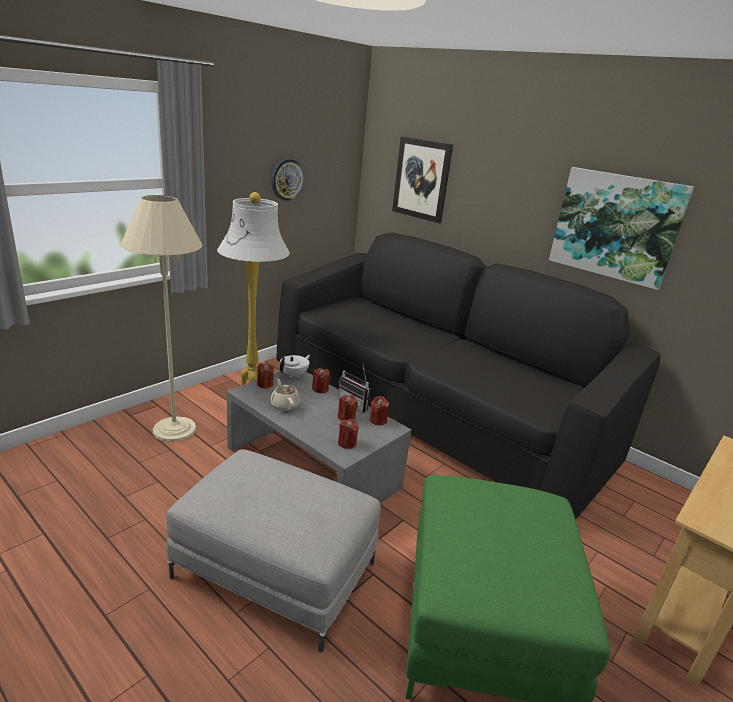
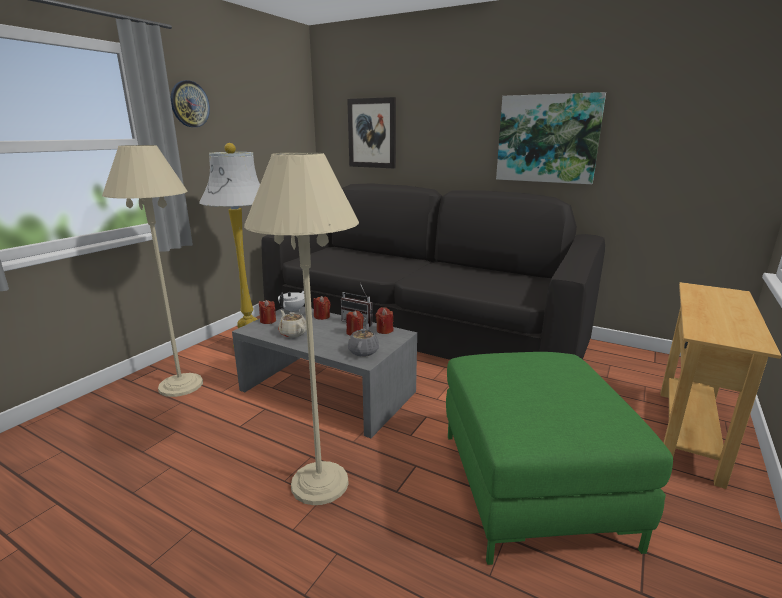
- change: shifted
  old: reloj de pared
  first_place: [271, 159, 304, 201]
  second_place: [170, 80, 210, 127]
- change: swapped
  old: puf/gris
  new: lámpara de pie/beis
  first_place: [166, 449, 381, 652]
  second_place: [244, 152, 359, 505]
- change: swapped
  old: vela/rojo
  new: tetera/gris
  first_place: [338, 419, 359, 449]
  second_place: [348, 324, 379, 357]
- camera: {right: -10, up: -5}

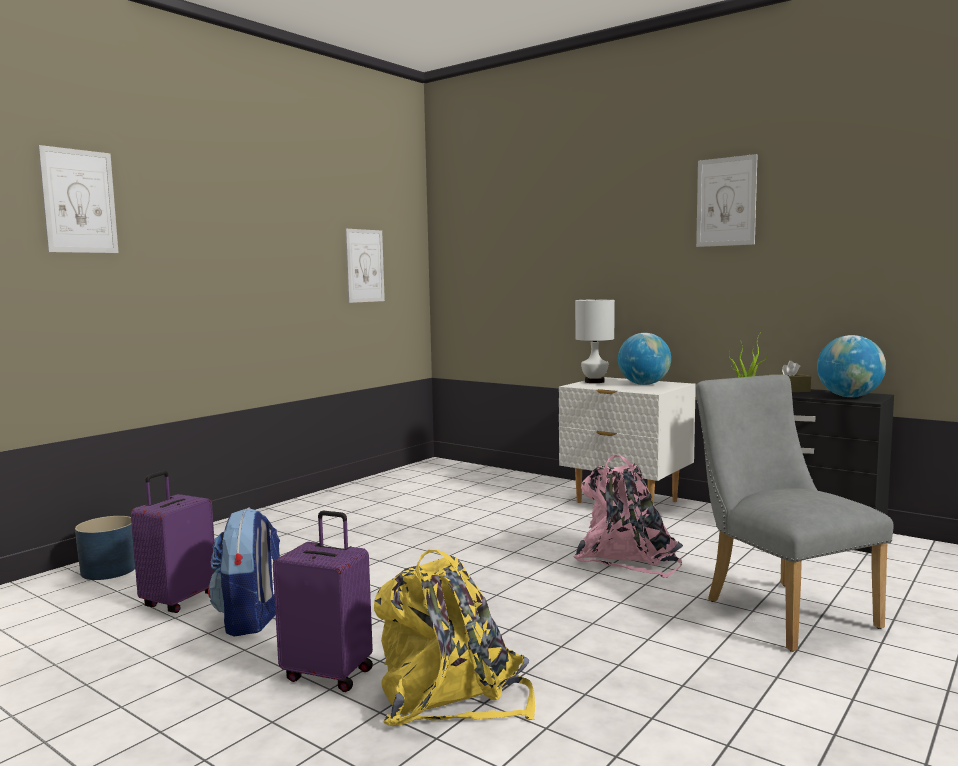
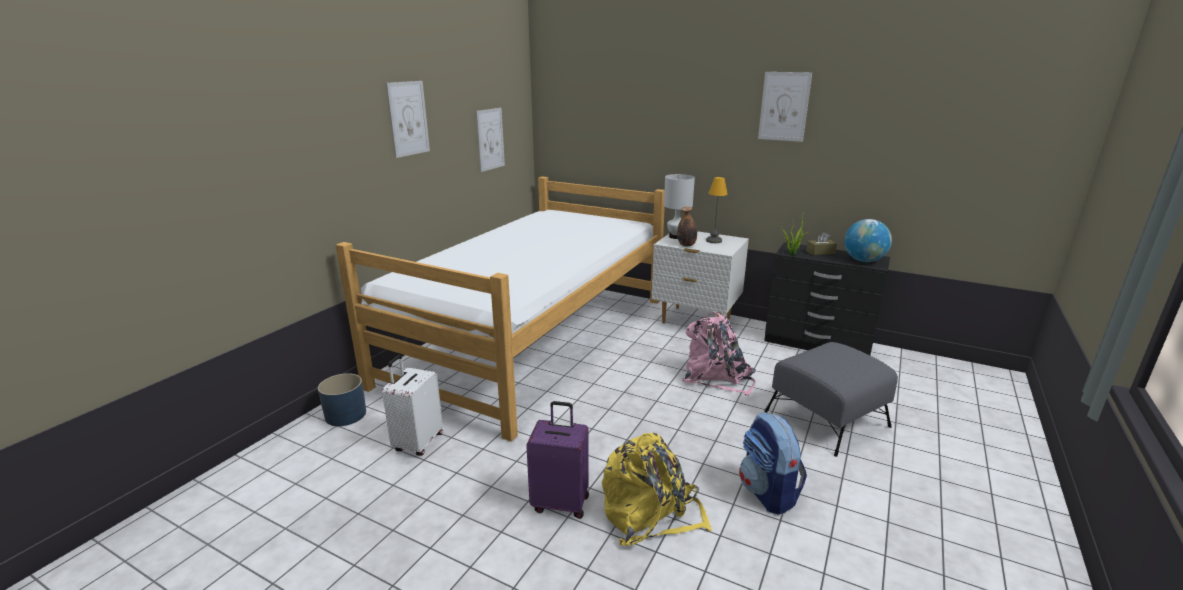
- change: new
  new: cama
  second_place: [336, 176, 665, 442]
- change: repainted
  old: maleta/morado
  new: maleta/blanco
  first_place: [131, 471, 215, 613]
  second_place: [382, 355, 443, 456]
- change: shifted
  old: cuadro
  first_place: [38, 145, 119, 253]
  second_place: [386, 81, 430, 158]
- change: new
  new: botella
  second_place: [677, 207, 697, 247]
- change: swapped
  old: globo terráqueo
  new: lámpara de mesa
  first_place: [618, 333, 671, 385]
  second_place: [706, 177, 728, 243]
- change: shifted
  old: mochila
  first_place: [208, 507, 280, 637]
  second_place: [739, 412, 807, 515]
- change: swapped
  old: silla/gris
  new: puf/gris
  first_place: [696, 375, 894, 652]
  second_place: [764, 342, 898, 457]
- camera: {right: -10, up: 15}

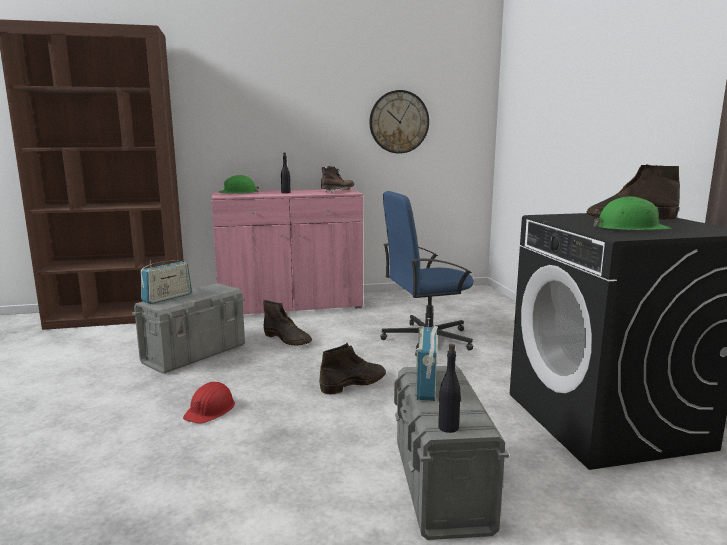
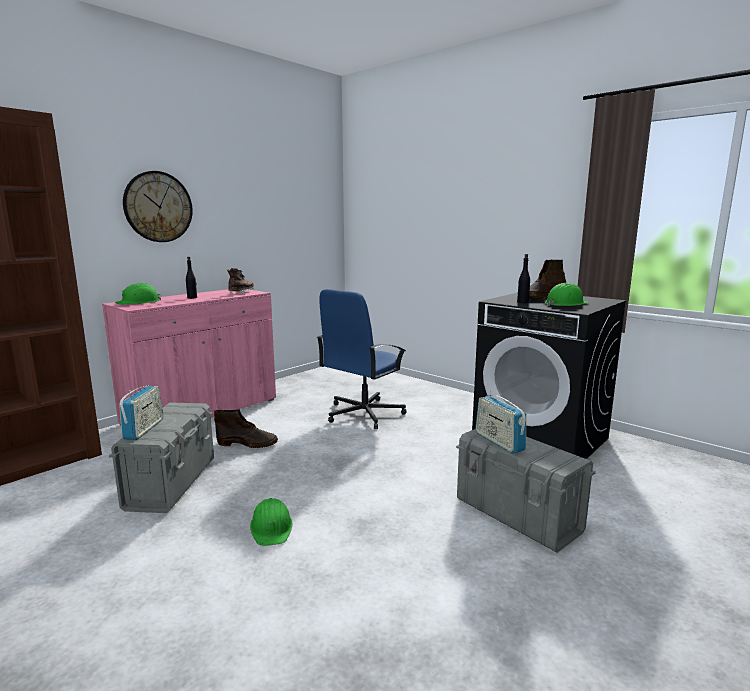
- change: shifted
  old: reloj de pared
  first_place: [369, 90, 429, 154]
  second_place: [123, 171, 193, 242]
- change: repainted
  old: casco/rojo
  new: casco/verde
  first_place: [183, 382, 235, 424]
  second_place: [250, 498, 292, 546]
- change: shifted
  old: botella/negro
  first_place: [438, 344, 461, 433]
  second_place: [517, 254, 530, 303]
- change: gone
  old: bota/marrón
  first_place: [319, 343, 386, 394]
- camera: {right: -35, up: 0}

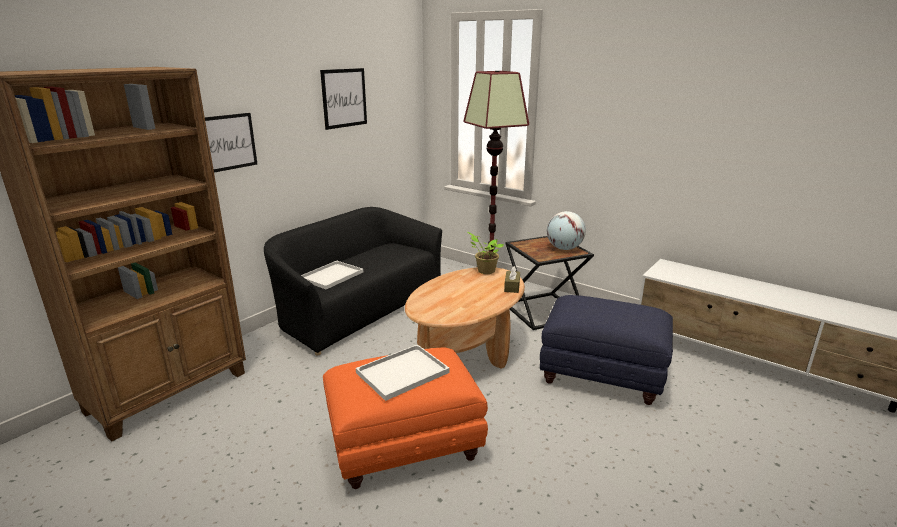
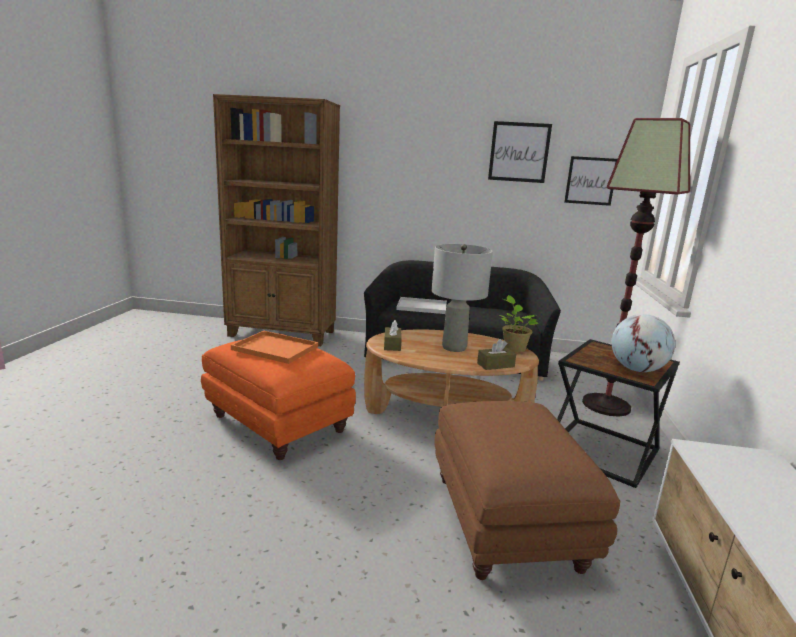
- change: repainted
  old: bandeja/blanco
  new: bandeja/naranja
  first_place: [356, 344, 450, 401]
  second_place: [231, 331, 318, 364]
- change: new
  new: caja de pañuelos/marrón
  second_place: [384, 320, 402, 351]
- change: new
  new: lámpara de mesa/gris
  second_place: [432, 244, 493, 352]
- change: repainted
  old: puf/azul
  new: puf/marrón
  first_place: [540, 295, 673, 405]
  second_place: [434, 401, 620, 580]
- change: shifted
  old: cuadro
  first_place: [205, 113, 257, 173]
  second_place: [564, 156, 617, 206]
- camera: {right: 60, up: -5}

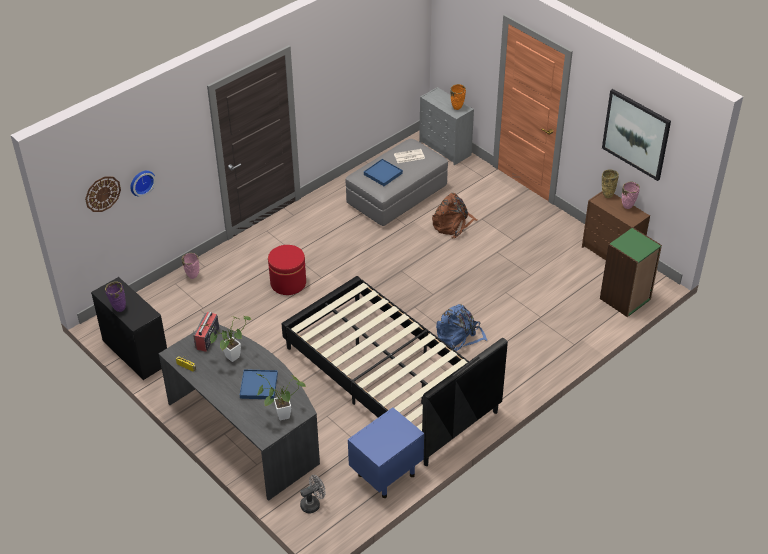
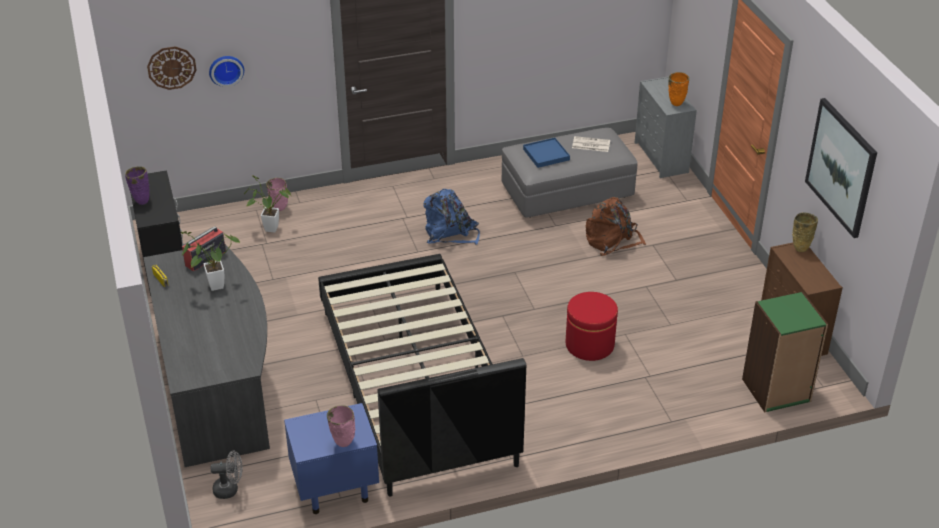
- change: shifted
  old: planta en maceta
  first_place: [257, 374, 306, 420]
  second_place: [244, 176, 291, 233]
- change: shifted
  old: florero/rosa
  first_place: [622, 182, 640, 209]
  second_place: [327, 405, 355, 447]
- change: shifted
  old: mochila/azul
  first_place: [436, 304, 488, 351]
  second_place: [423, 189, 480, 245]
- change: shifted
  old: puf/rojo
  first_place: [268, 245, 306, 295]
  second_place: [566, 292, 618, 361]
- change: gone
  old: bandeja/azul
  first_place: [240, 369, 278, 399]
- camera: {right: 25, up: -5}

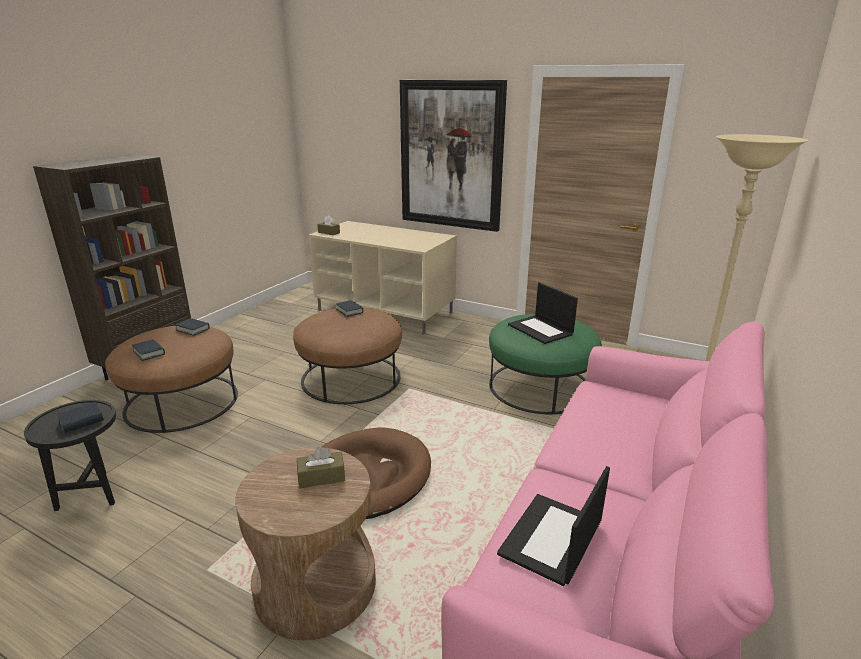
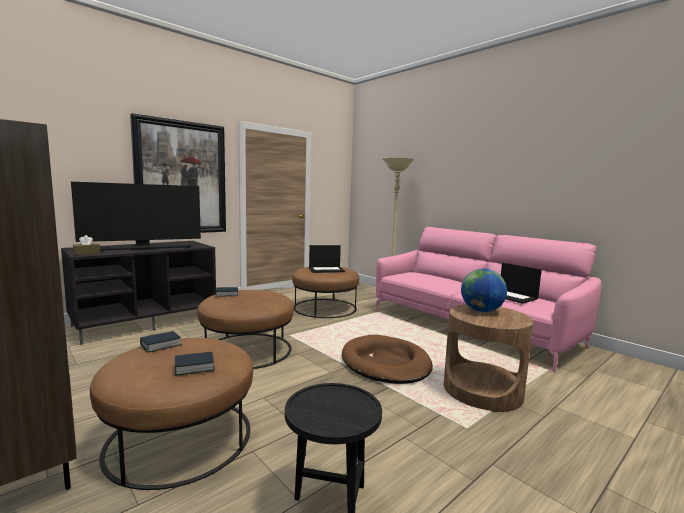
- change: repainted
  old: mueble de televisión/beis
  new: mueble de televisión/negro
  first_place: [309, 221, 457, 335]
  second_place: [61, 241, 216, 345]
- change: new
  new: televisor
  second_place: [71, 182, 201, 251]
- change: repainted
  old: puf/verde
  new: puf/marrón
  first_place: [489, 314, 602, 414]
  second_place: [292, 267, 359, 318]
- change: swapped
  old: caja de pañuelos/marrón
  new: globo terráqueo
  first_place: [297, 447, 345, 488]
  second_place: [461, 269, 507, 312]
- change: gone
  old: libro
  first_place: [57, 402, 104, 433]
- camera: {right: -70, up: -15}

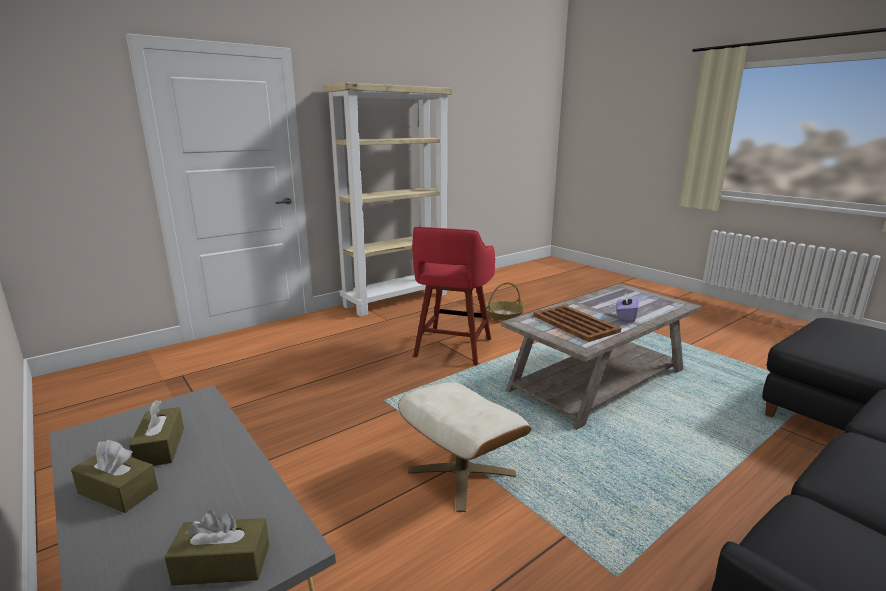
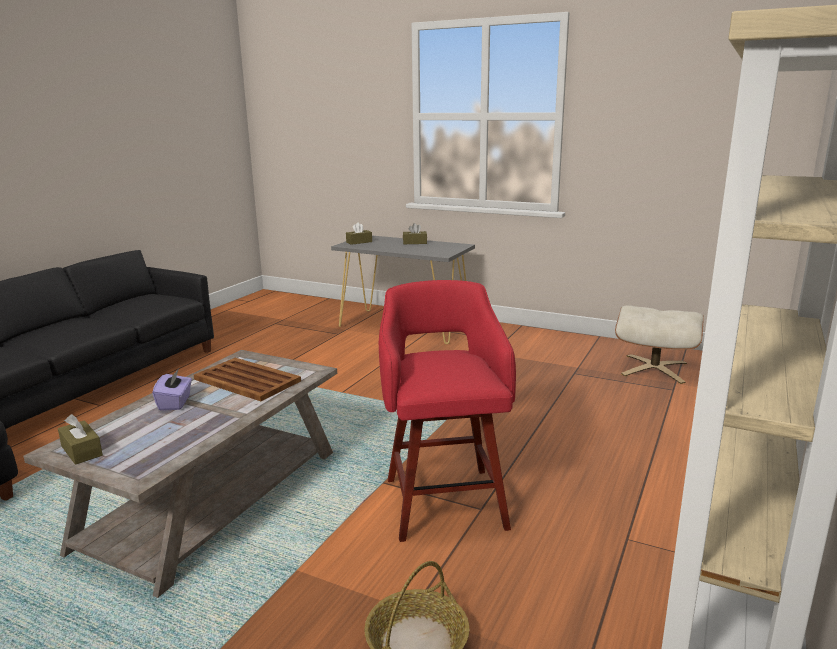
- change: shifted
  old: caja de pañuelos/marrón
  first_place: [129, 400, 184, 466]
  second_place: [58, 414, 103, 465]
- change: shifted
  old: puf/beis
  first_place: [399, 382, 531, 512]
  second_place: [615, 305, 704, 384]
- camera: {right: 155, up: 0}

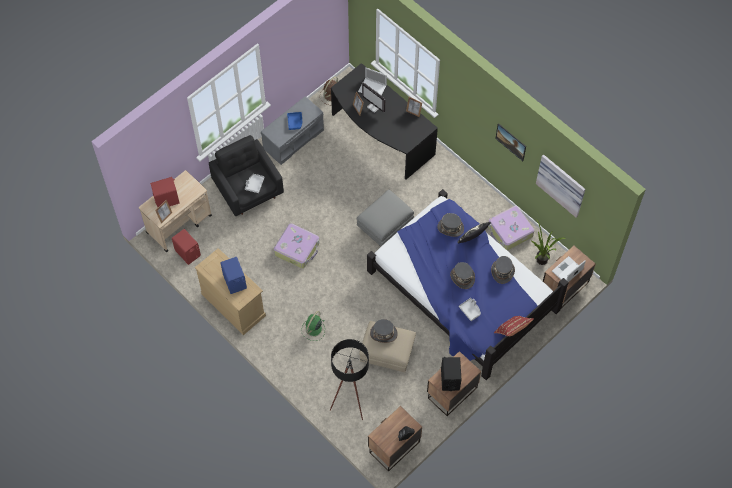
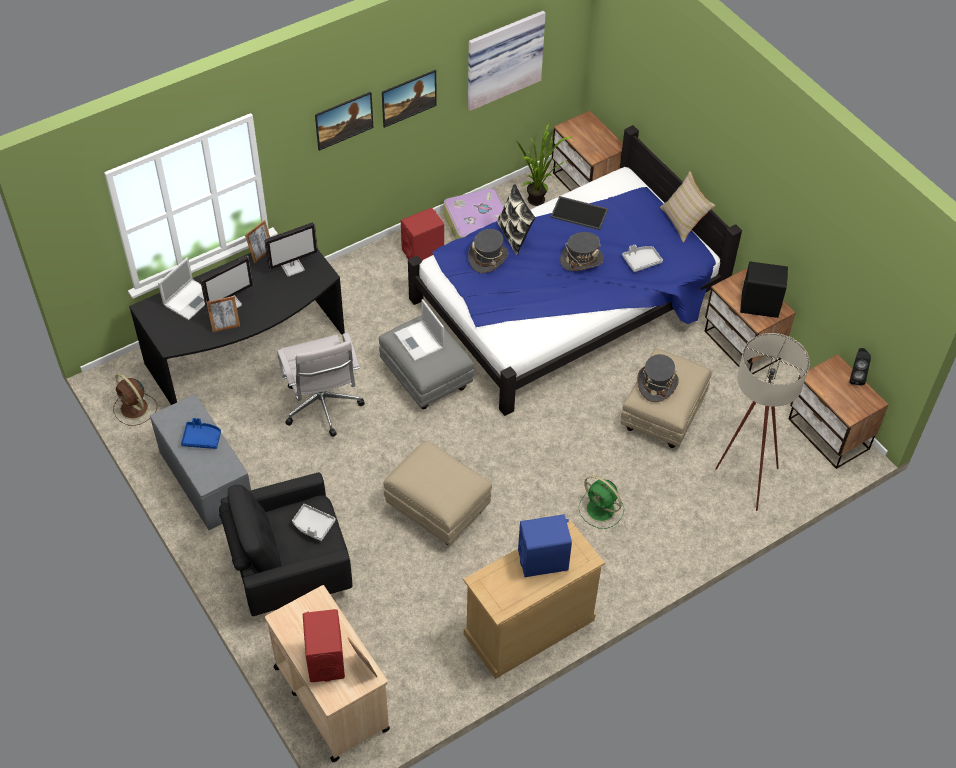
- change: new
  new: monitor
  second_place: [264, 222, 318, 277]
- change: new
  new: silla de oficina/blanco
  second_place: [277, 333, 365, 437]
- change: new
  new: cuadro
  second_place: [315, 92, 373, 151]
- change: swapped
  old: maleta
  new: puf/beis
  first_place: [274, 223, 319, 268]
  second_place: [383, 441, 492, 545]
- change: shifted
  old: portátil
  first_place: [552, 256, 586, 282]
  second_place: [394, 299, 444, 361]
- change: shifted
  old: altavoz/rojo
  first_place: [172, 229, 201, 265]
  second_place: [401, 208, 444, 261]
- change: swapped
  old: sombrero/gris
  new: bandeja
  first_place: [491, 256, 515, 284]
  second_place: [551, 196, 608, 230]
- change: repainted
  old: cojín/rojo
  new: cojín/beis
  first_place: [494, 316, 534, 336]
  second_place: [660, 171, 715, 243]
- change: repainted
  old: lámpara de pie/negro
  new: lámpara de pie/beis
  first_place: [330, 339, 369, 420]
  second_place: [715, 333, 810, 511]
- camera: {right: -80, up: -10}

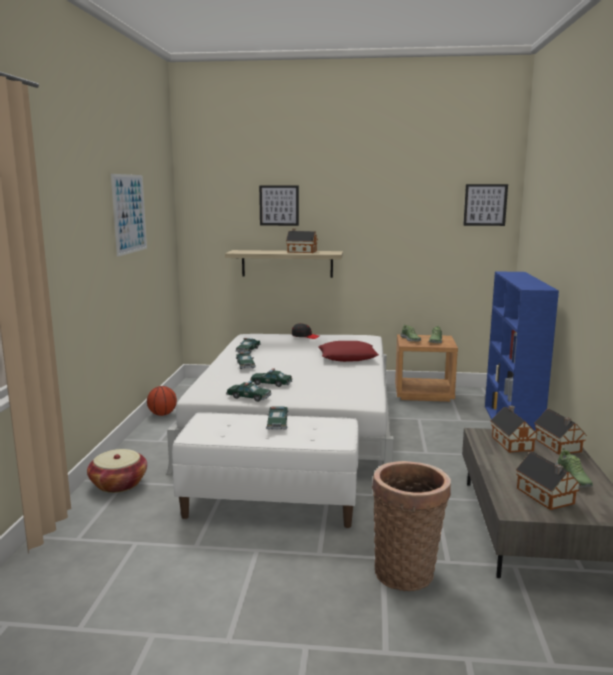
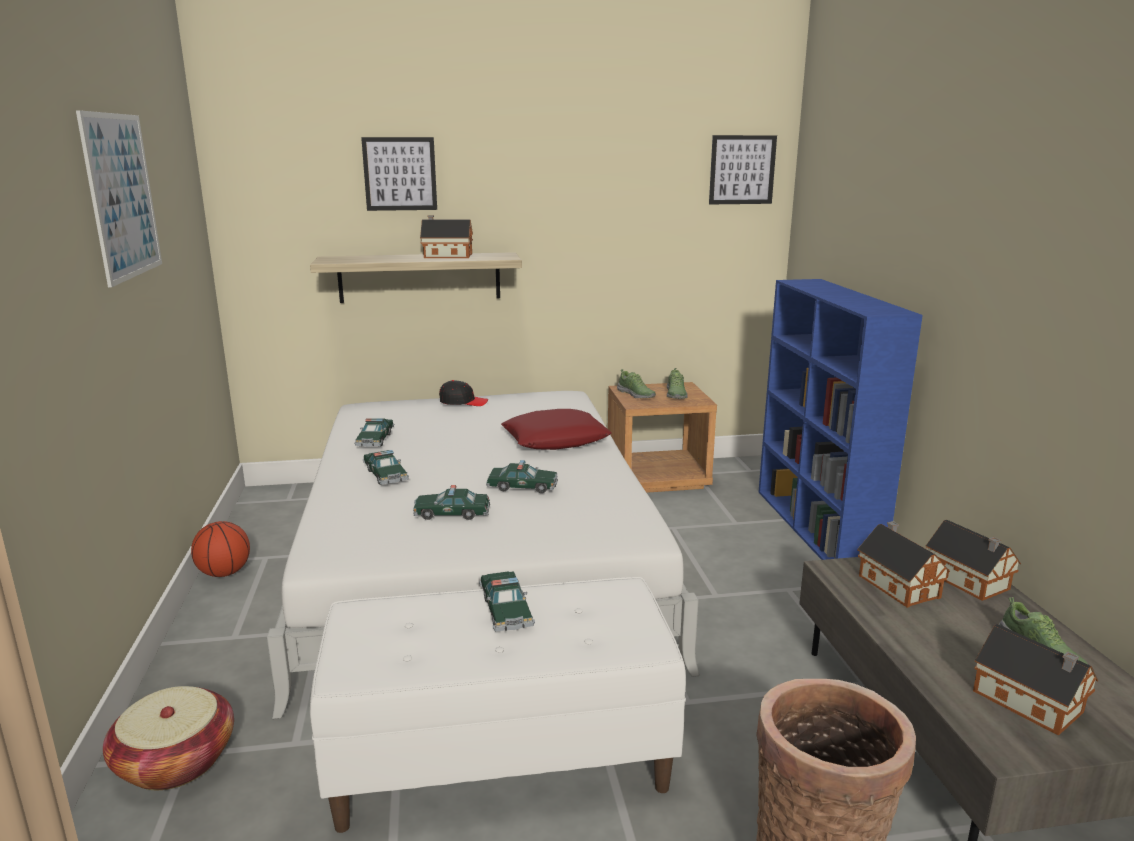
- change: shifted
  old: coche de juguete
  first_place: [227, 381, 271, 402]
  second_place: [486, 460, 558, 493]
- camera: {right: -15, up: 5}

